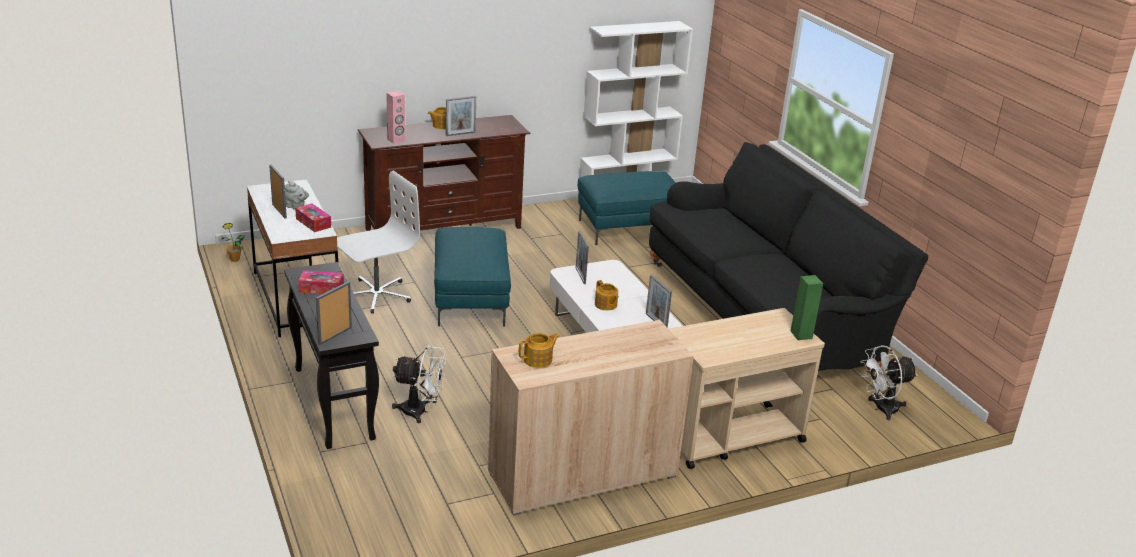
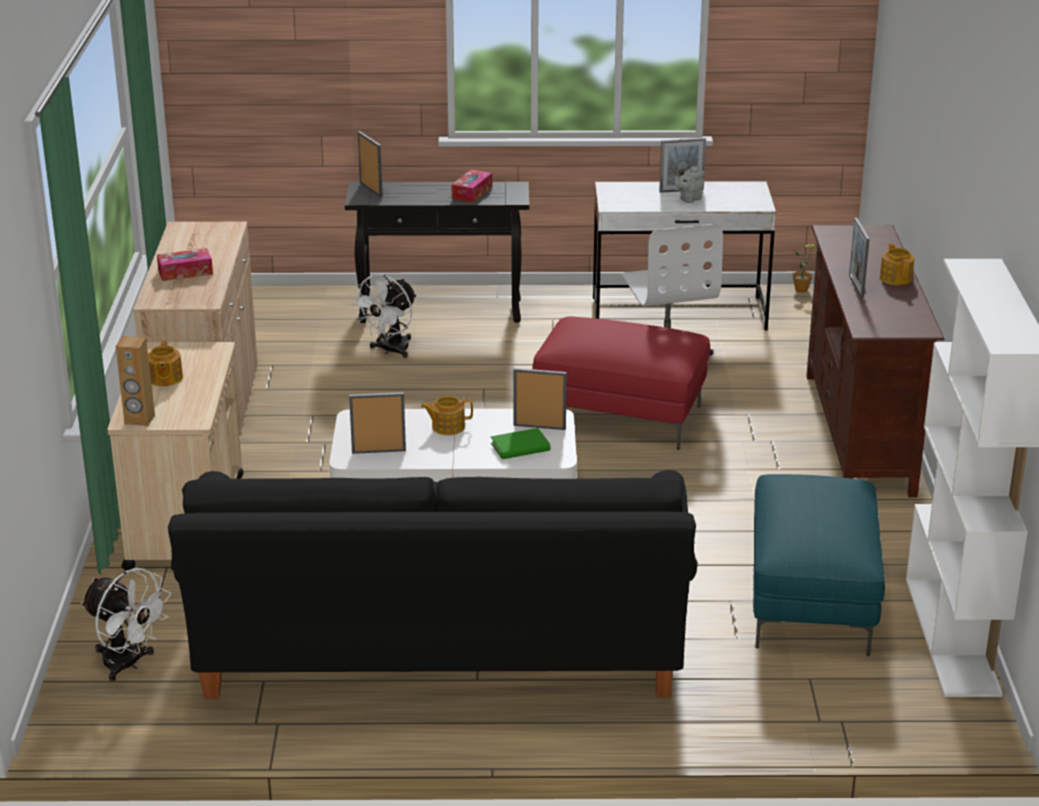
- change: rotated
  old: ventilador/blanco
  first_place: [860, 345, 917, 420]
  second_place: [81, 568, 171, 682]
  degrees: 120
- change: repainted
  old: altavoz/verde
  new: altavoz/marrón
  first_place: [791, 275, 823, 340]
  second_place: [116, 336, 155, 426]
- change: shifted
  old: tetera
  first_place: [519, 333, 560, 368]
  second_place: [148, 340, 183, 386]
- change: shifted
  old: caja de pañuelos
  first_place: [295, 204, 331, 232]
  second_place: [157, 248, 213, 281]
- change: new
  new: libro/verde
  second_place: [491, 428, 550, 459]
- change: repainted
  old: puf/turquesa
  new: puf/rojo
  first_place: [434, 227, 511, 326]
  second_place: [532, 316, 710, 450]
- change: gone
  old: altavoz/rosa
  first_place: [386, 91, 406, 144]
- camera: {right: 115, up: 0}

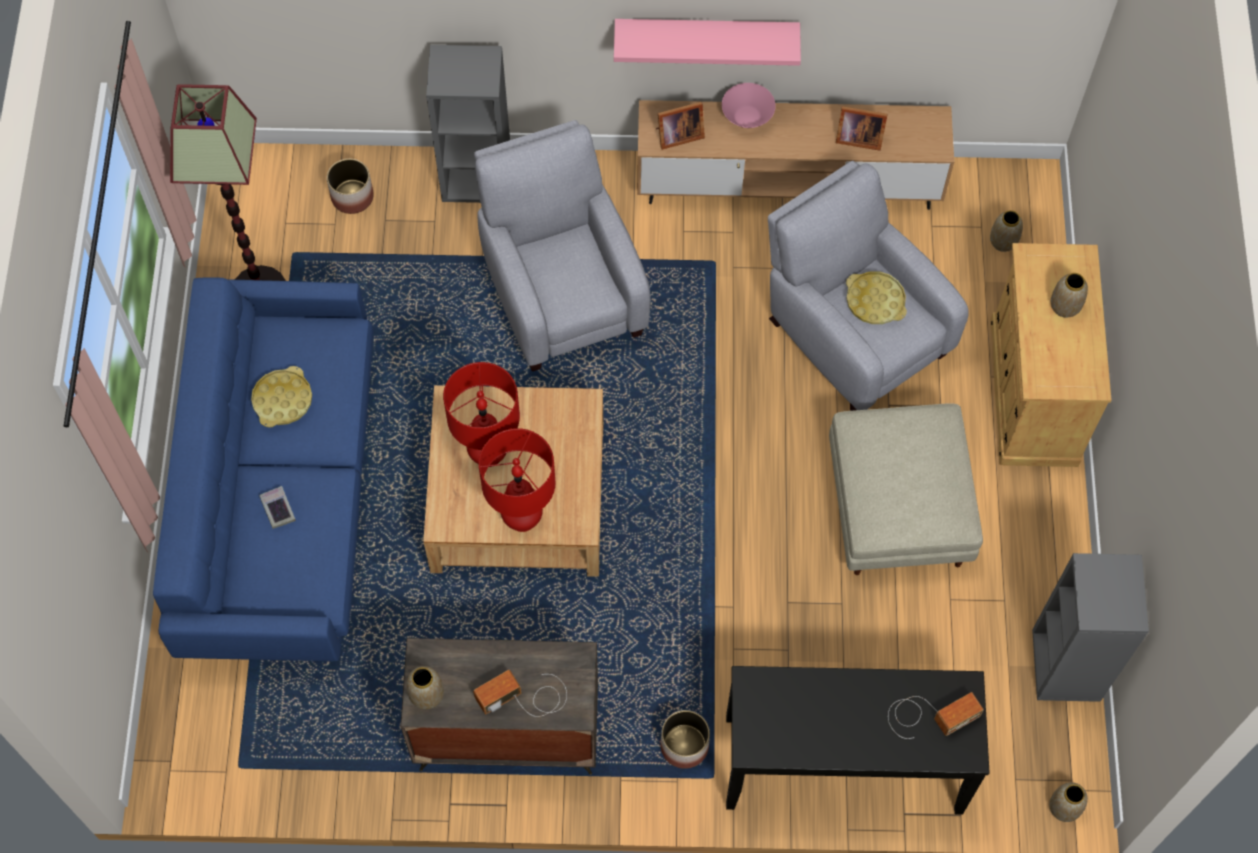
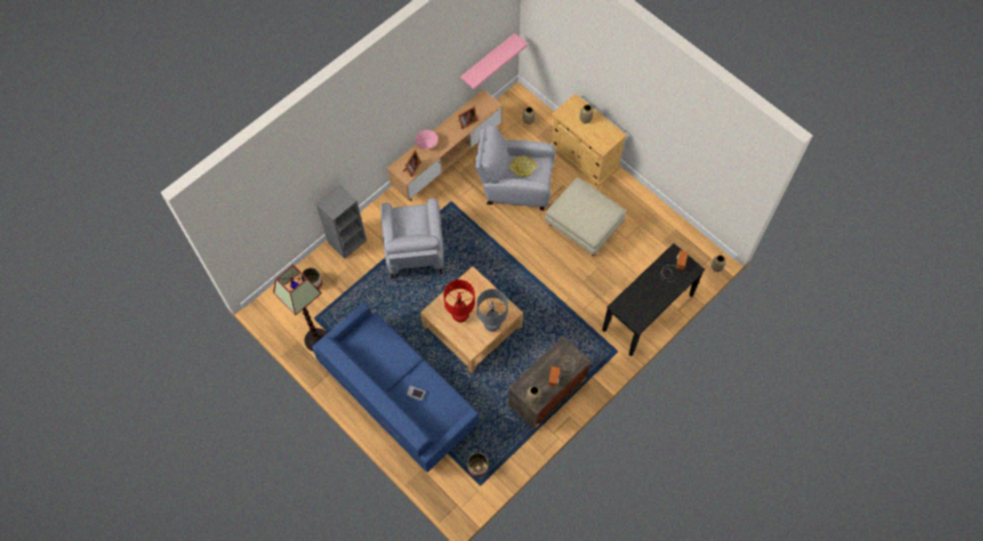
- change: rotated
  old: sillón/gris
  first_place: [474, 120, 651, 371]
  second_place: [381, 198, 444, 279]
  degrees: -120
- change: shifted
  old: estante/rosa
  first_place: [614, 19, 801, 66]
  second_place: [460, 33, 528, 89]
- change: shifted
  old: maceta
  first_place: [660, 710, 710, 769]
  second_place: [467, 452, 488, 477]
- change: repainted
  old: lámpara de mesa/rojo
  new: lámpara de mesa/gris
  first_place: [478, 428, 556, 532]
  second_place: [477, 289, 508, 332]
- change: gone
  old: bandeja/amarillo
  first_place: [251, 366, 312, 428]
- change: gone
  old: estantería/gris
  first_place: [1032, 553, 1149, 702]
- camera: {right: -45, up: 0}

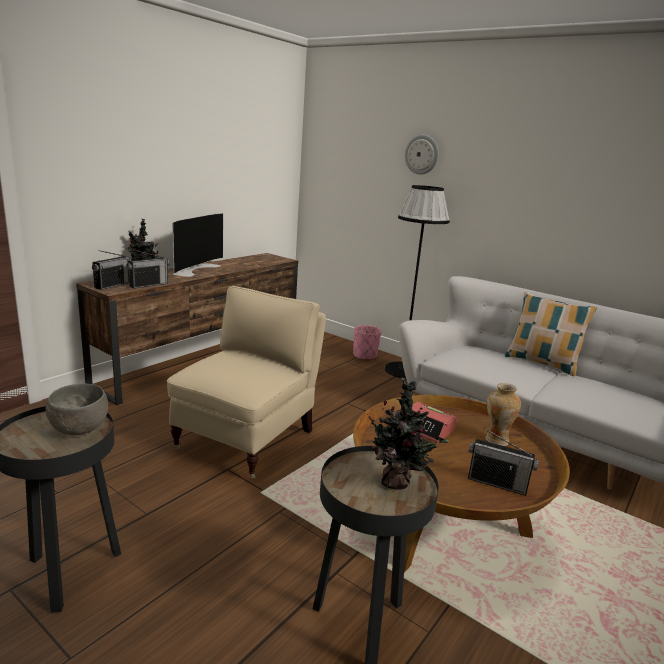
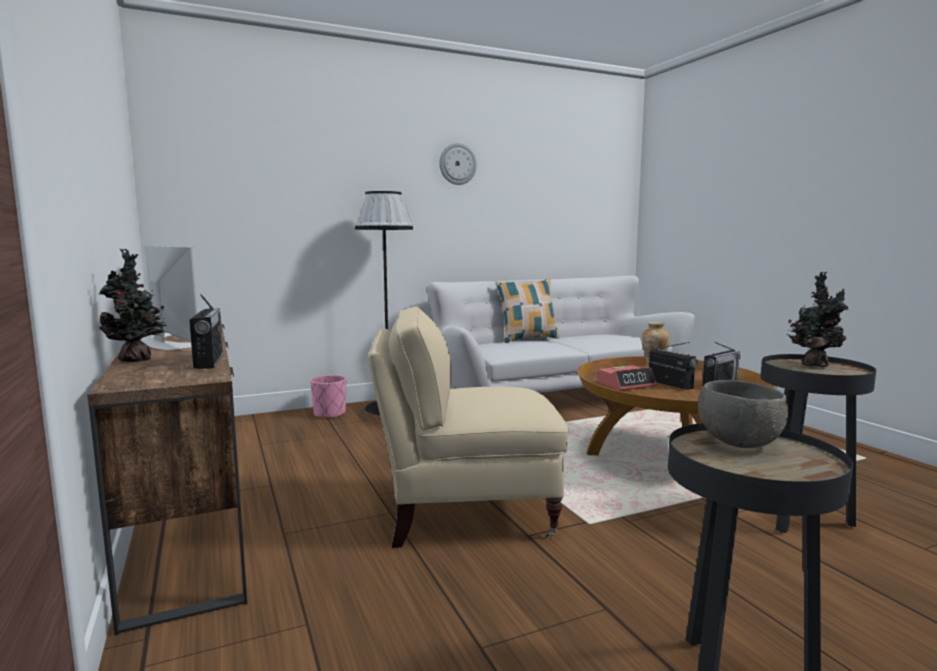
- change: rotated
  old: sillón/beis
  first_place: [167, 286, 326, 479]
  second_place: [368, 306, 568, 548]
  degrees: -60
- change: shifted
  old: reloj de pared
  first_place: [405, 135, 439, 175]
  second_place: [439, 143, 477, 185]
- change: shifted
  old: radio
  first_place: [92, 250, 132, 290]
  second_place: [648, 342, 698, 390]
- camera: {right: -60, up: -10}

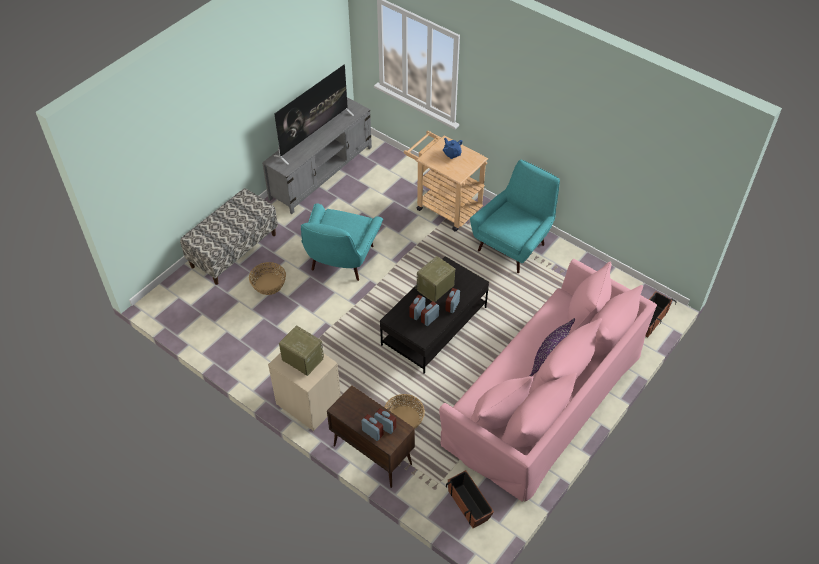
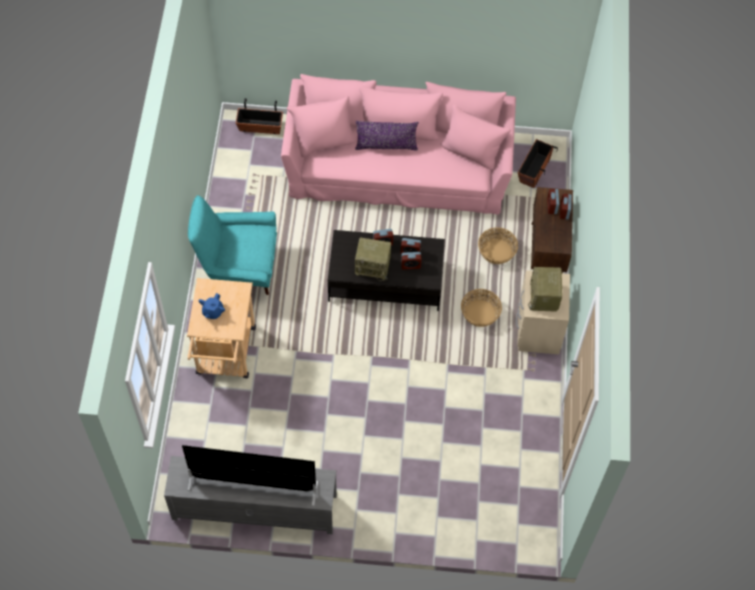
- change: shifted
  old: cesta
  first_place: [249, 262, 286, 295]
  second_place: [461, 289, 502, 327]
- change: gone
  old: banco
  first_place: [180, 188, 278, 285]
- change: gone
  old: sillón/turquesa
  first_place: [301, 203, 383, 281]
- camera: {right: -125, up: 10}

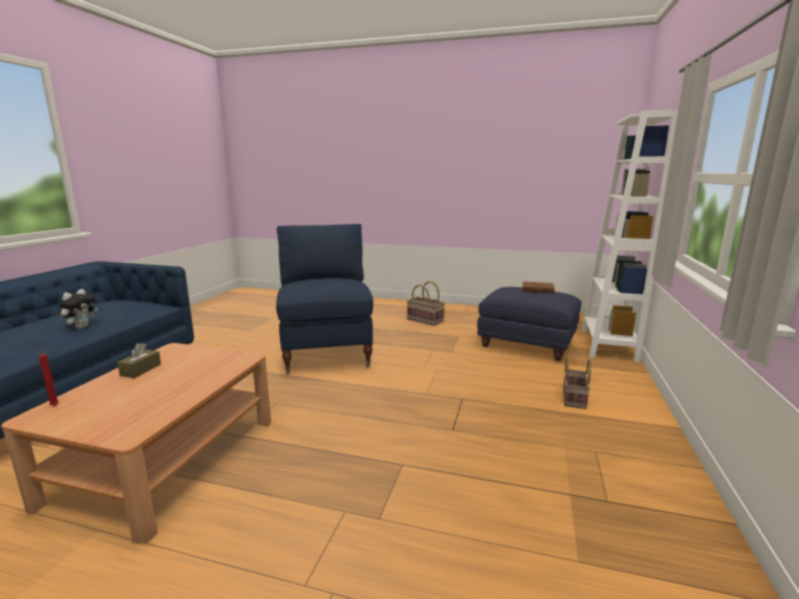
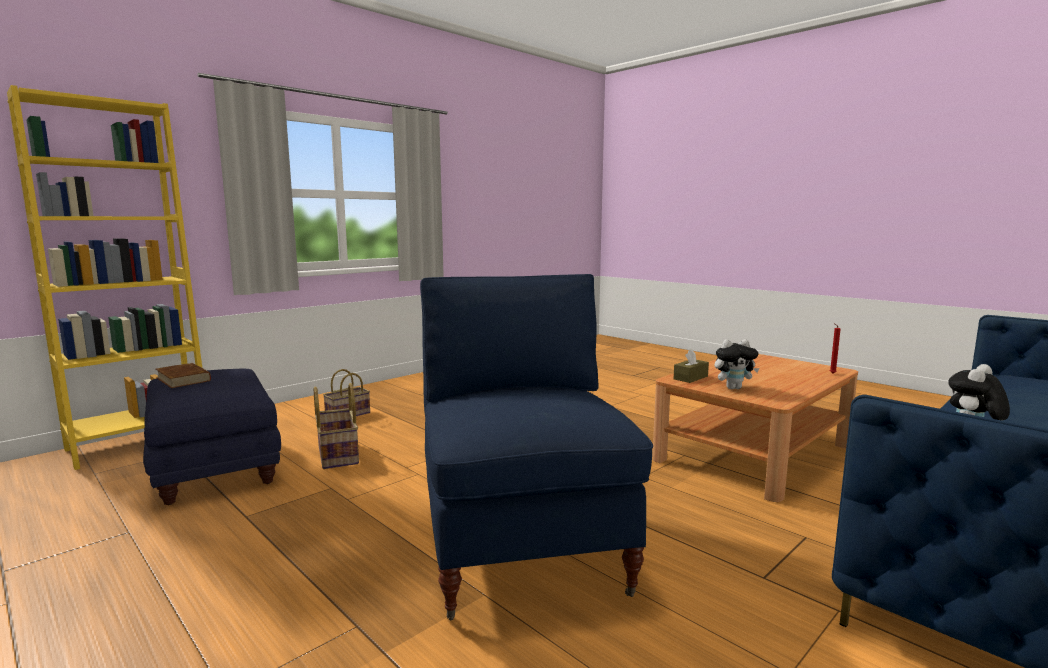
- change: repainted
  old: estantería/blanco
  new: estantería/amarillo
  first_place: [581, 110, 678, 362]
  second_place: [7, 85, 202, 470]
- change: shifted
  old: cesta
  first_place: [407, 281, 445, 326]
  second_place: [314, 383, 359, 469]
- change: rotated
  old: sillón/azul
  first_place: [276, 224, 373, 374]
  second_place: [420, 274, 653, 620]
  degrees: 150
- change: shifted
  old: caja de pañuelos/marrón
  first_place: [117, 343, 161, 378]
  second_place: [674, 349, 709, 383]
- change: new
  new: peluche
  second_place: [715, 339, 759, 389]
- camera: {right: -150, up: -5}

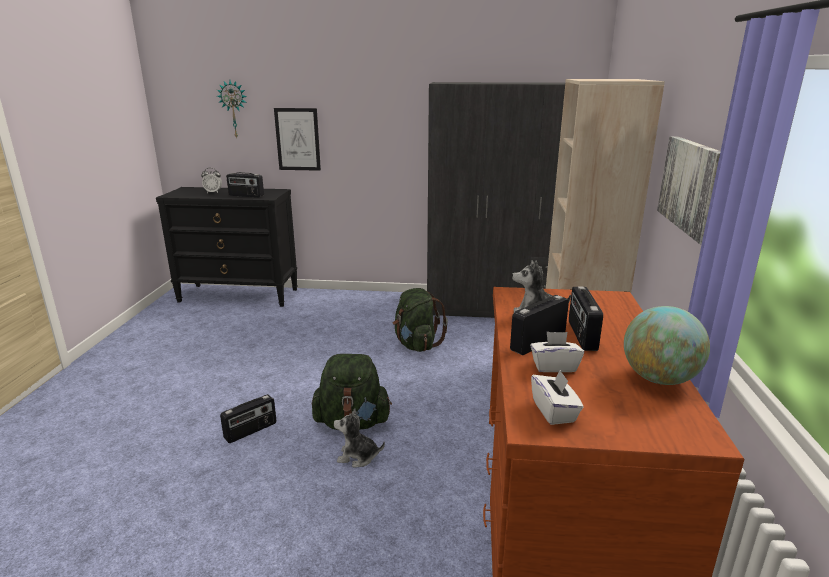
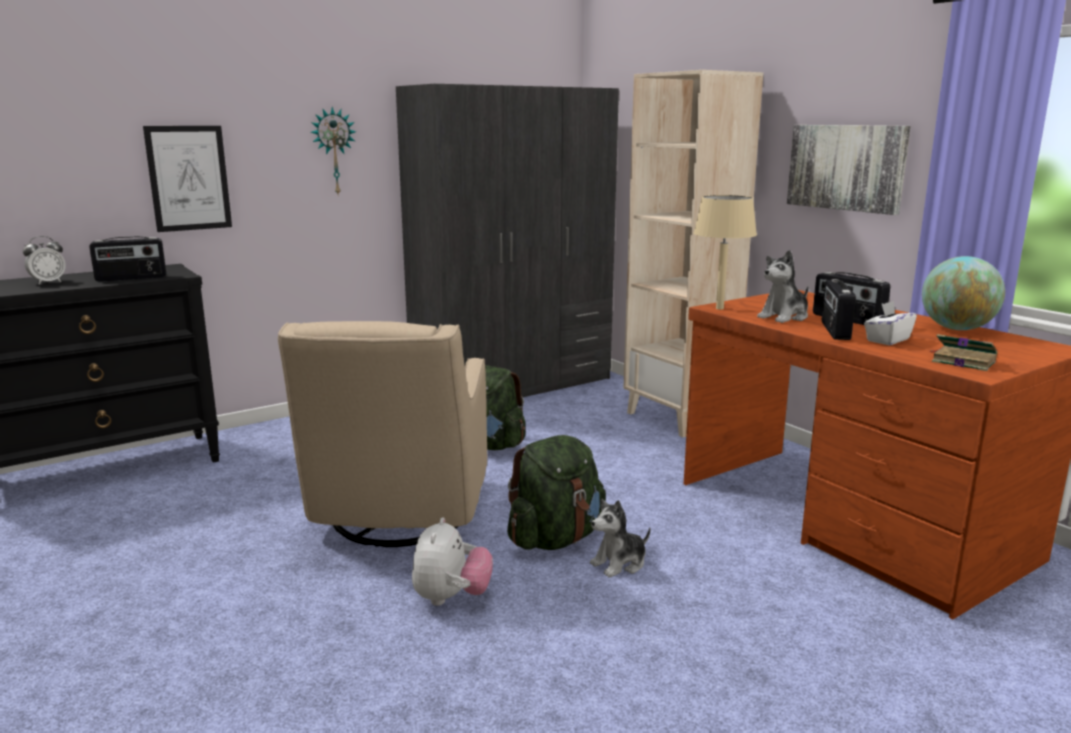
- change: new
  new: sillón/beis
  second_place: [278, 321, 487, 547]
- change: shifted
  old: reloj de pared
  first_place: [217, 80, 247, 139]
  second_place: [311, 107, 356, 194]
- change: swapped
  old: radio
  new: peluche
  first_place: [220, 394, 277, 443]
  second_place: [412, 517, 493, 606]
- change: new
  new: lámpara de mesa/beis
  second_place: [694, 195, 757, 310]
- change: swapped
  old: caja de pañuelos/blanco
  new: libro
  first_place: [531, 370, 583, 425]
  second_place: [929, 334, 997, 371]
- camera: {right: -40, up: -5}

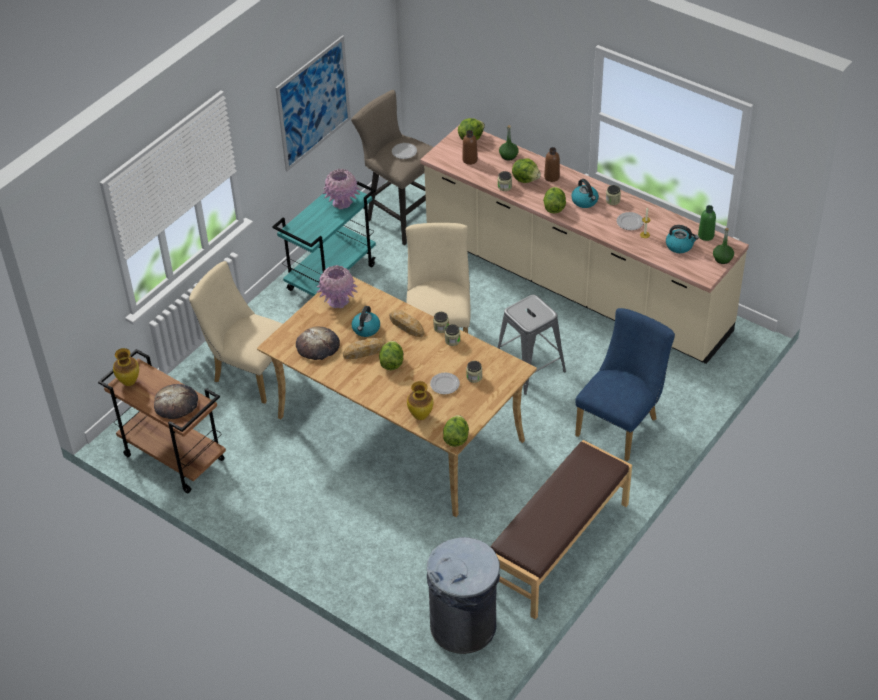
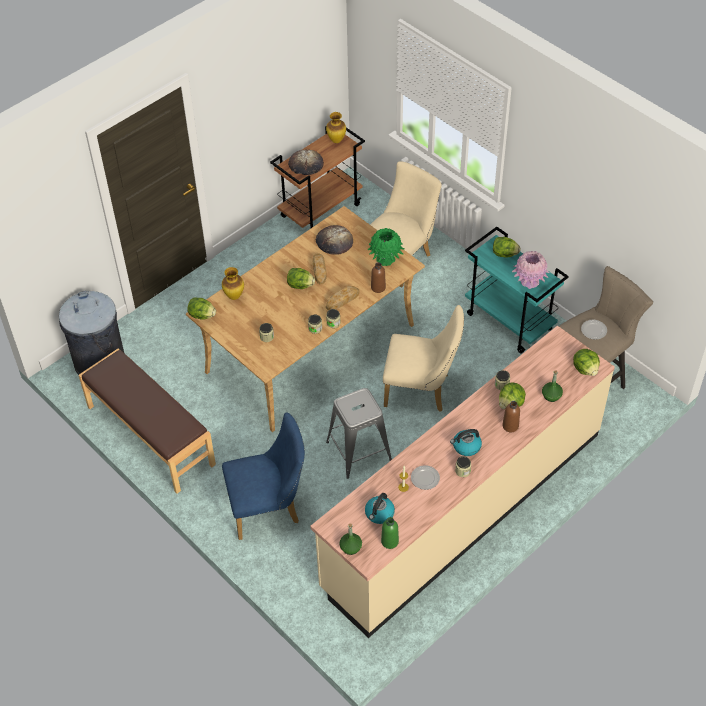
- change: rotated
  old: silla/azul
  first_place: [575, 308, 675, 461]
  second_place: [222, 413, 305, 540]
  degrees: -60
- change: repainted
  old: florero/rosa
  new: florero/verde
  first_place: [317, 265, 357, 308]
  second_place: [367, 228, 404, 266]
- change: shifted
  old: botella/marrón
  first_place: [462, 130, 478, 165]
  second_place: [371, 262, 386, 293]
- change: shifted
  old: lechuga
  first_place: [543, 187, 566, 213]
  second_place: [493, 237, 520, 258]
- change: gone
  old: cuadro
  first_place: [275, 35, 351, 171]
- change: gone
  old: hervidor
  first_place: [352, 306, 380, 337]
- change: gone
  old: plato
  first_place: [430, 373, 460, 394]
- camera: {right: 100, up: 5}

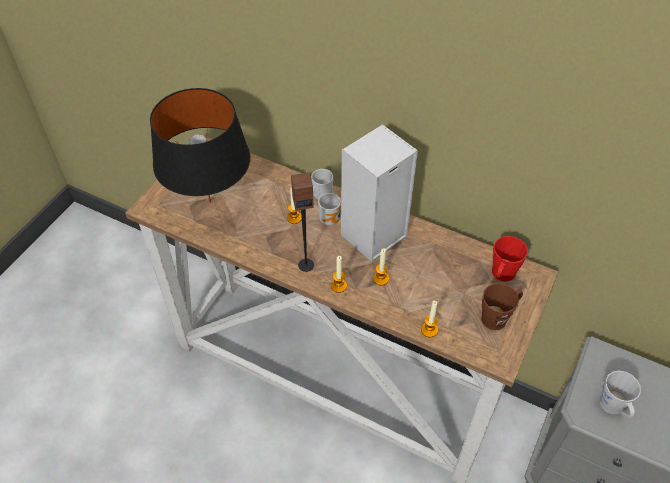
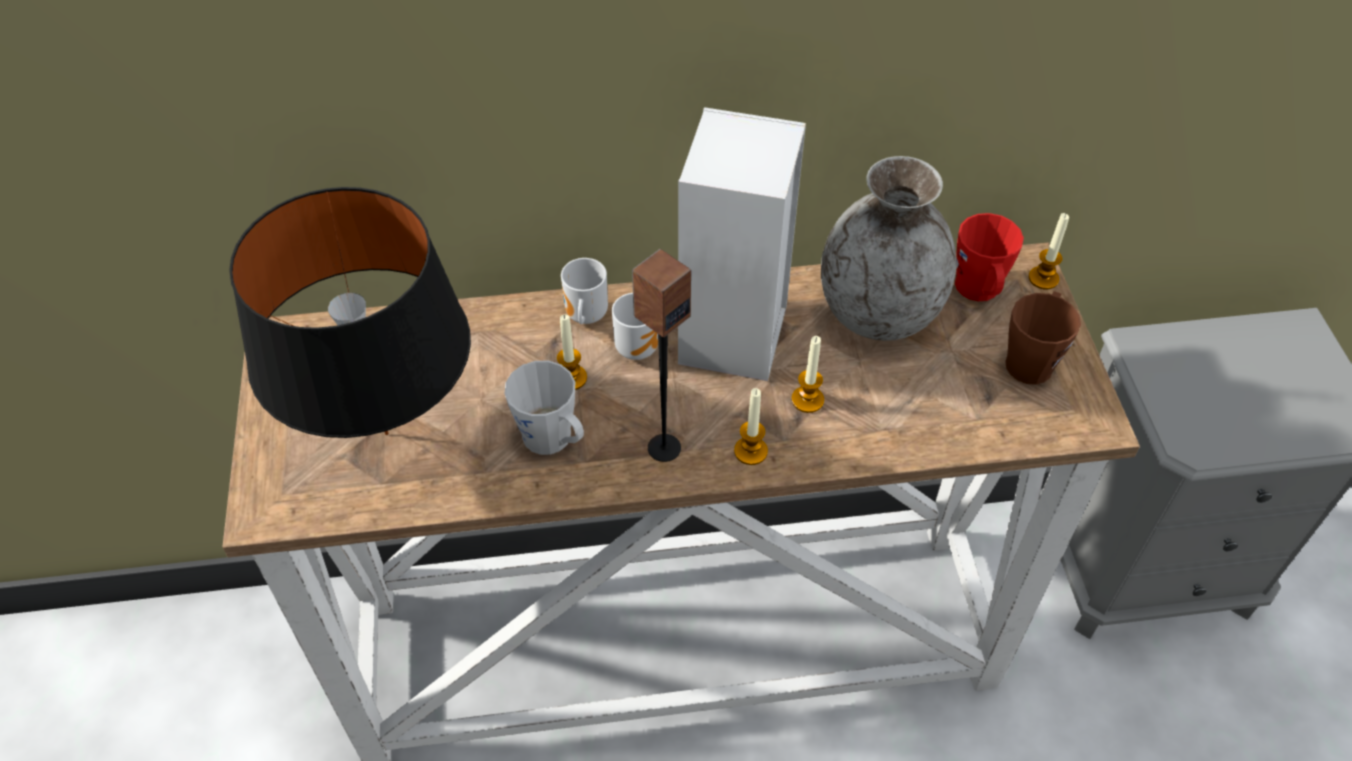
- change: shifted
  old: taza grande/gris
  first_place: [599, 371, 641, 418]
  second_place: [505, 361, 584, 455]
- change: new
  new: florero/gris
  second_place: [821, 156, 956, 341]
- change: shifted
  old: vela
  first_place: [421, 301, 438, 337]
  second_place: [1028, 213, 1069, 290]
- camera: {right: -35, up: 0}

